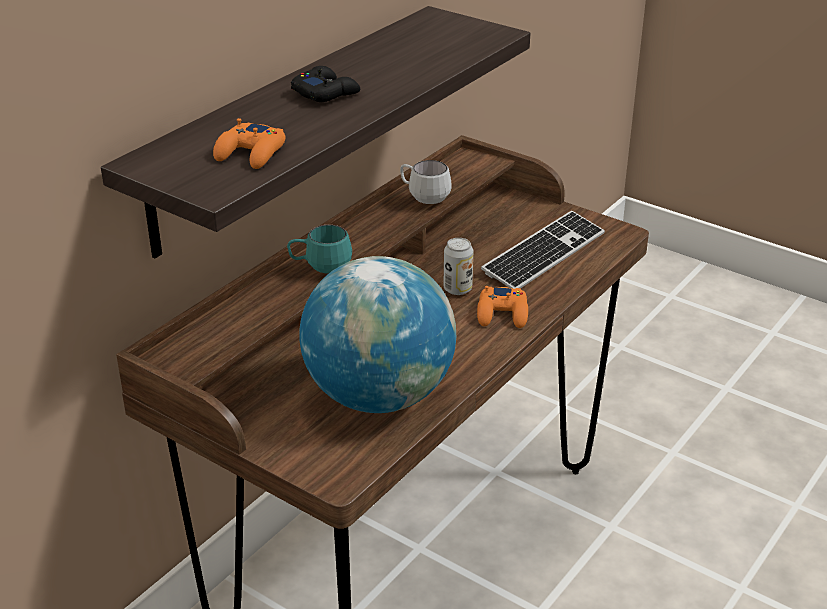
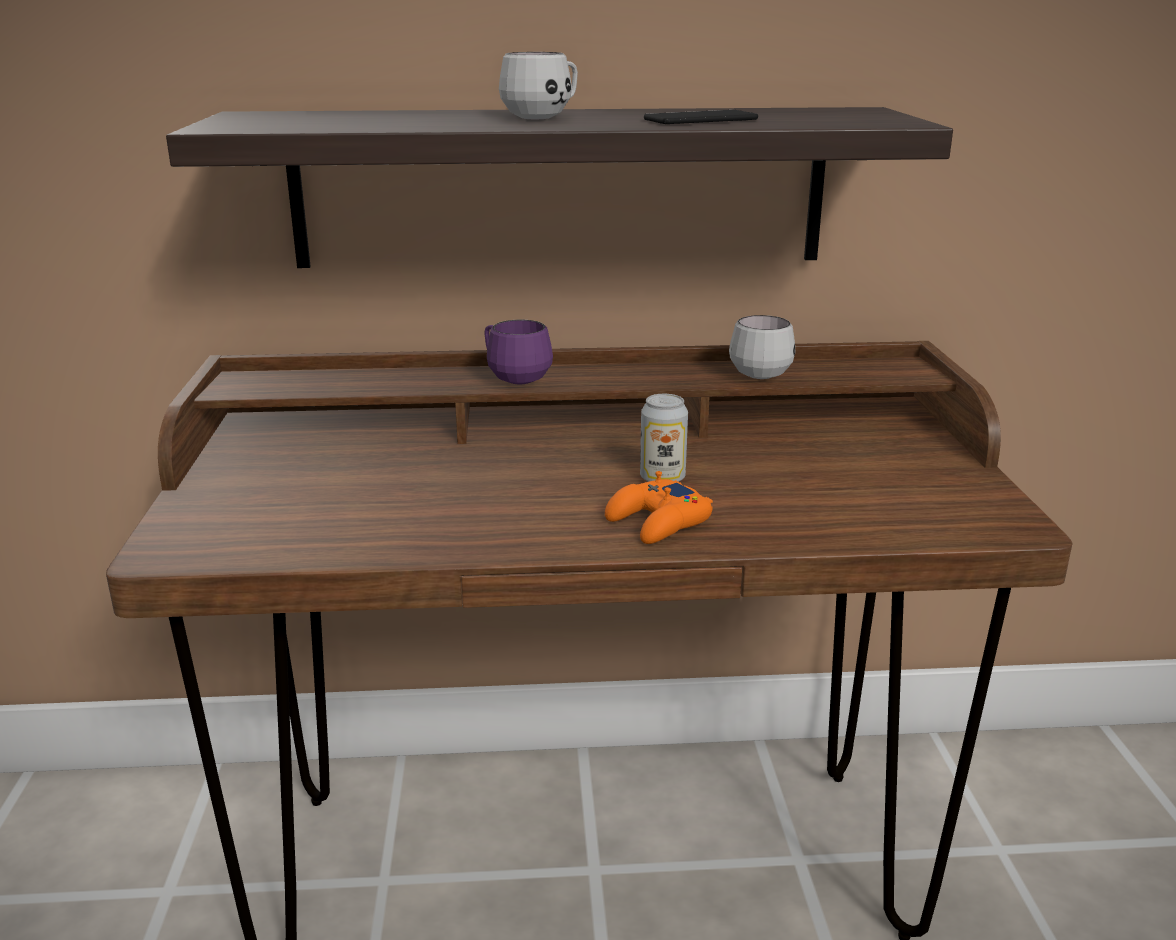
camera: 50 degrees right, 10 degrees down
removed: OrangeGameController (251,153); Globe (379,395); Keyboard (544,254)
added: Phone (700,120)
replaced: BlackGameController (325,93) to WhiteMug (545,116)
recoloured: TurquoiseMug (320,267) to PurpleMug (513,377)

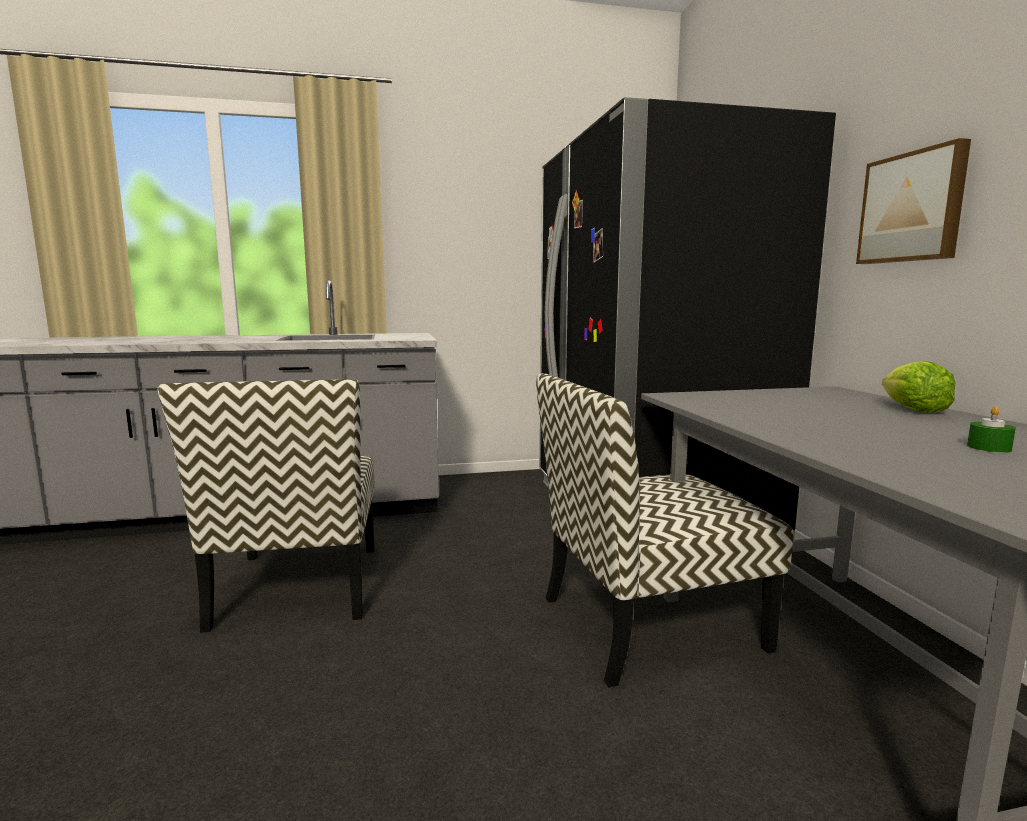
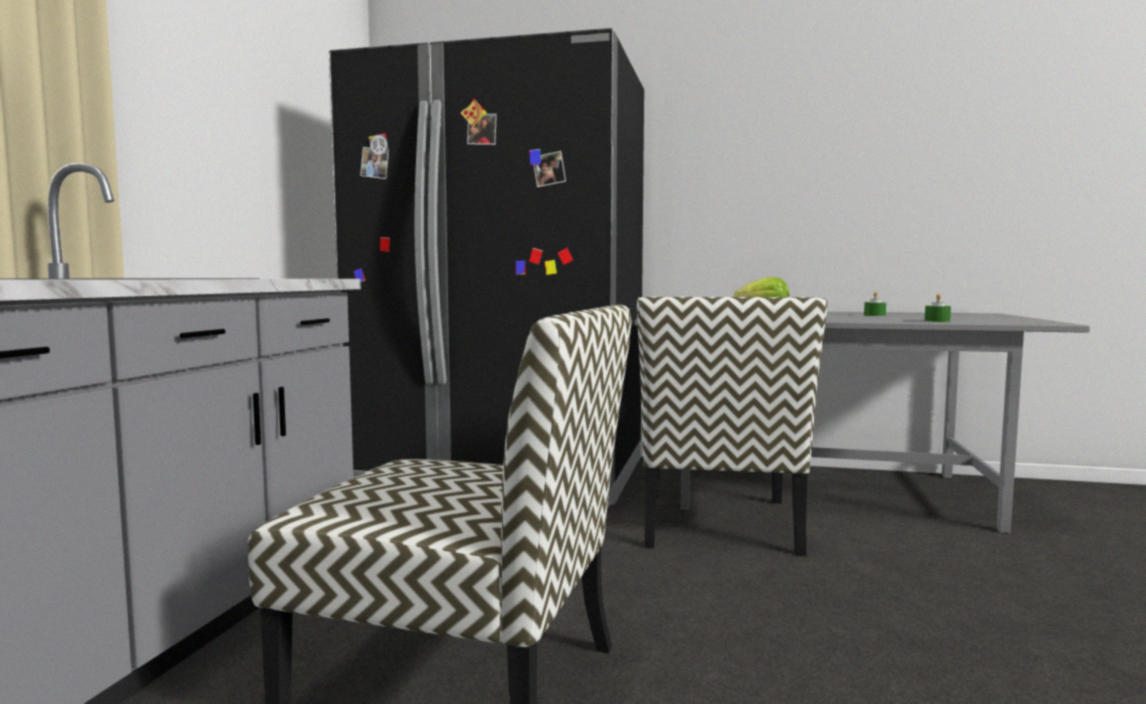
camera: 65 degrees left, 5 degrees down
removed: Picture (913,208)
added: GreenCandle (937,321)

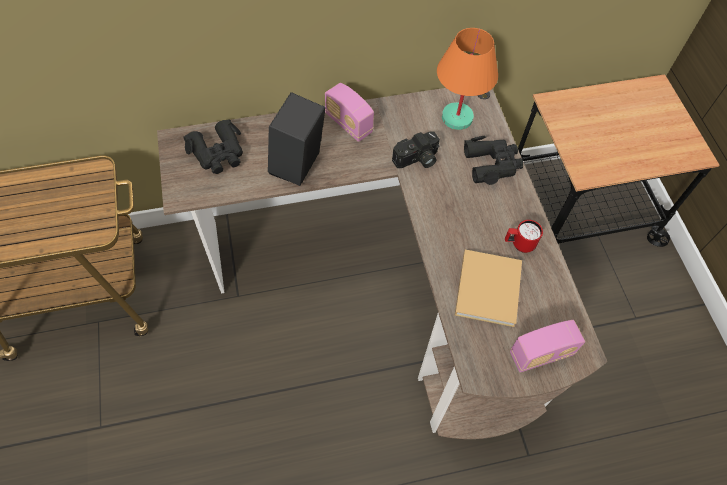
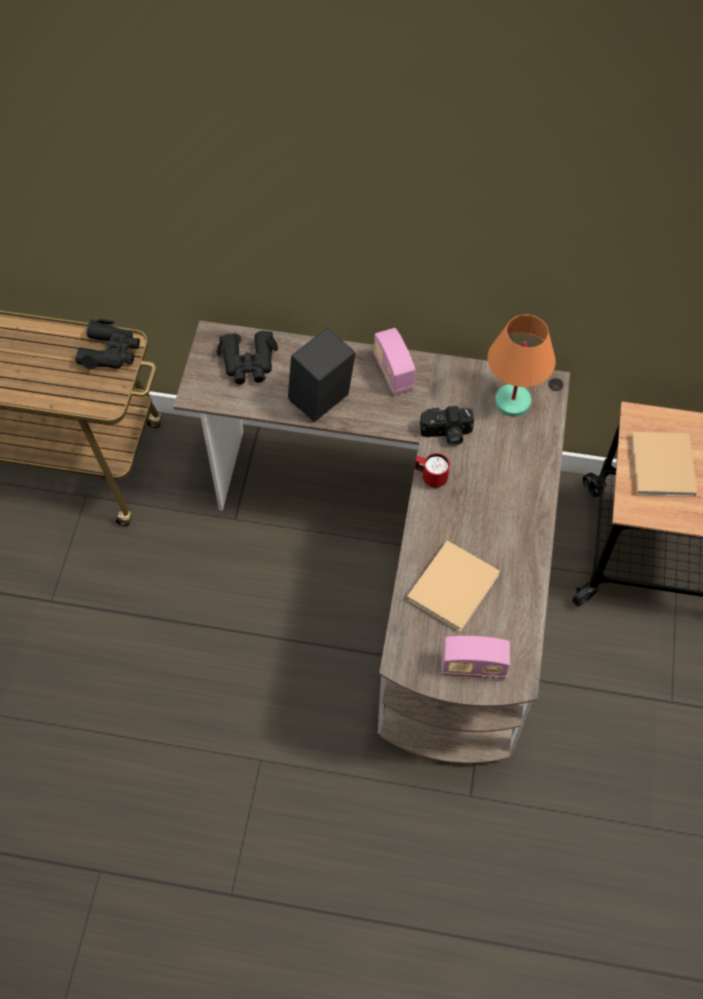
camera: 25 degrees right, 0 degrees up
added: BeigeBook (662,468)
moved: BlackBinoculars (492,164) to (110,351); RedMug (519,244) to (430,477)

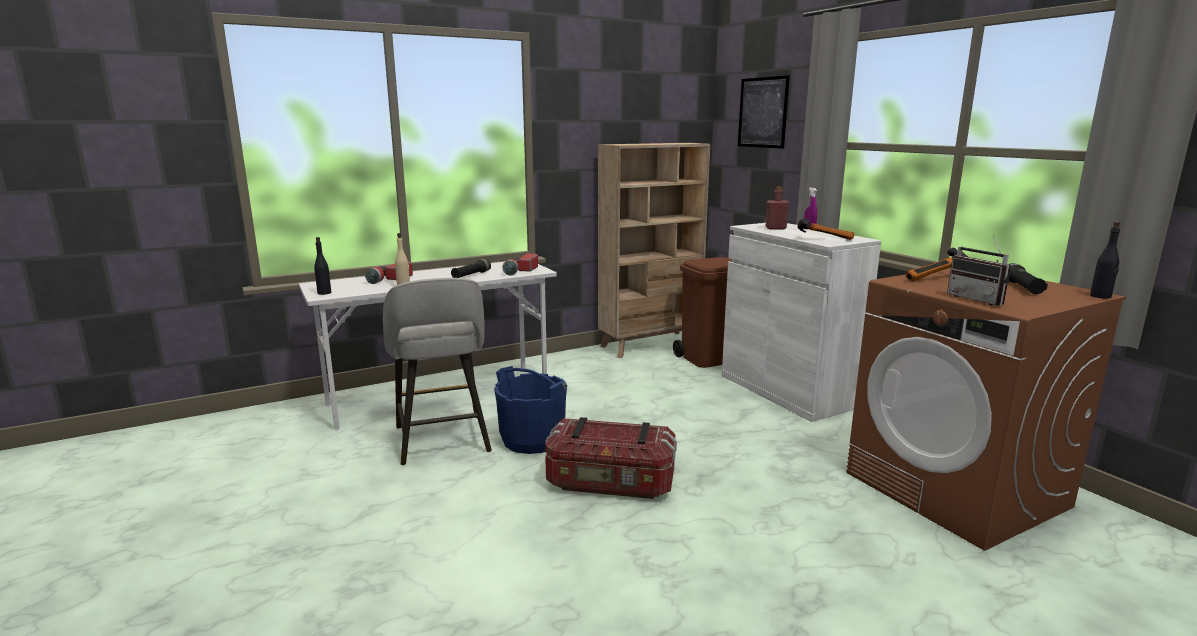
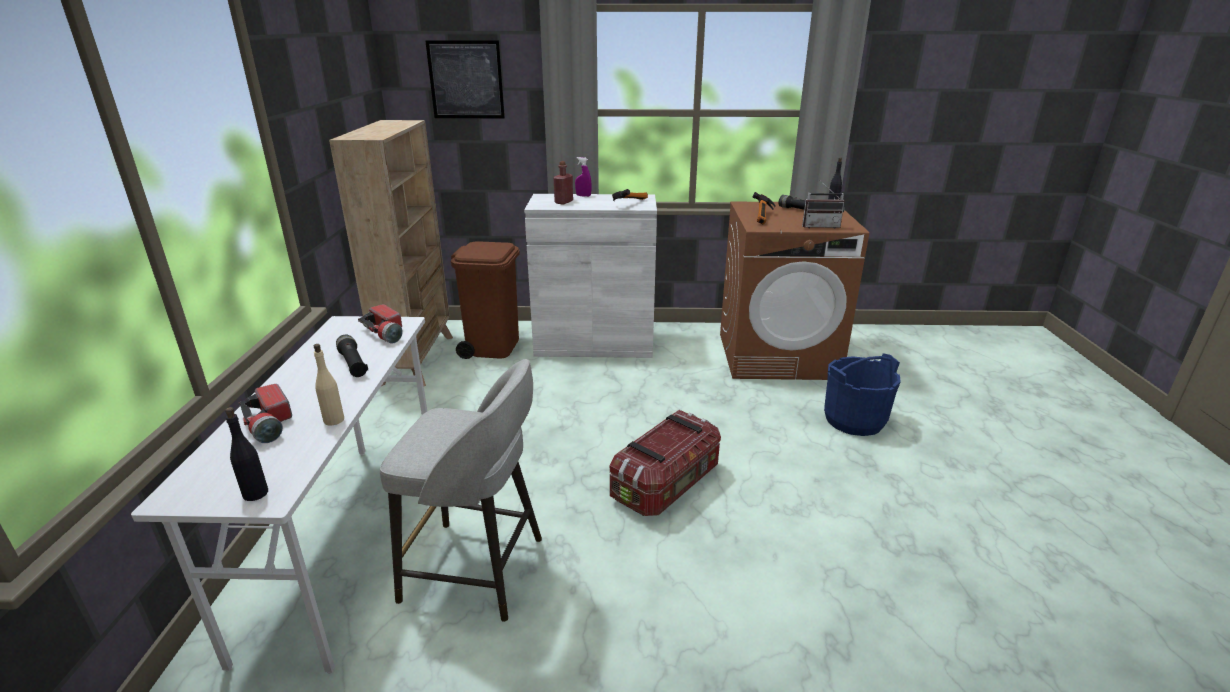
camera: 60 degrees left, 10 degrees up
moved: BlueBucket (532,439) to (854,420)

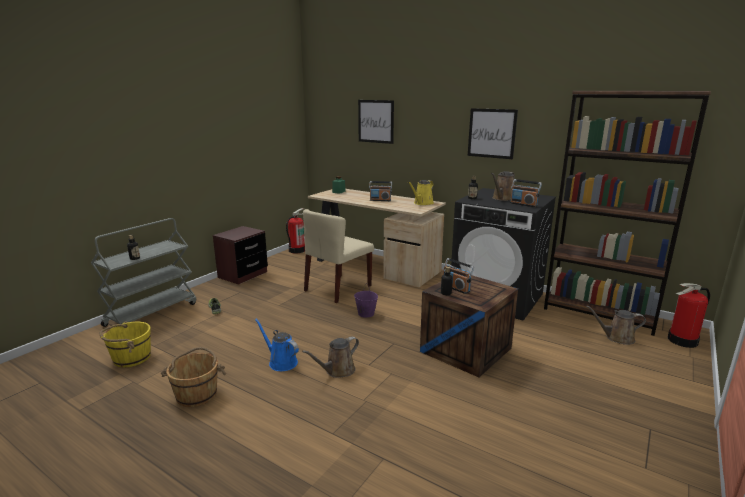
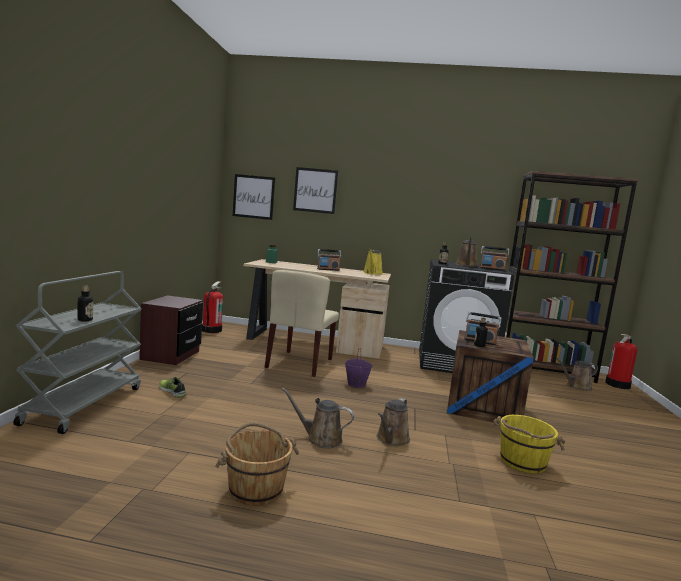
camera: 25 degrees left, 10 degrees down
moved: Picture (491,133) to (253,197); YellowBucket (131,358) to (522,462)
recoloured: BlueWateringCan (281,362) to BrownWateringCan (320,439)

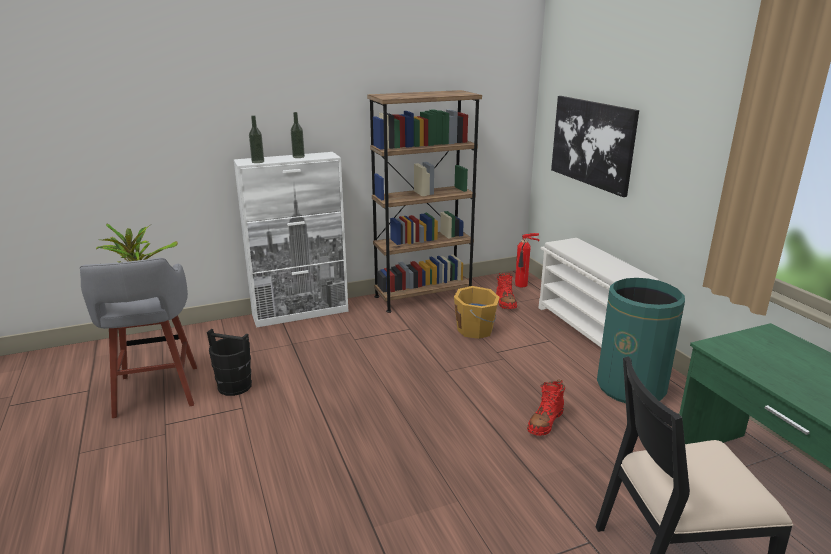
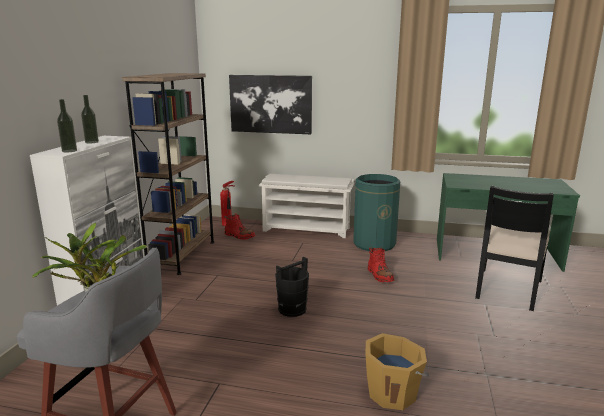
camera: 55 degrees left, 5 degrees down
moved: BlackBucket (234,386) to (292,309); OrangeBucket (476,330) to (392,392)

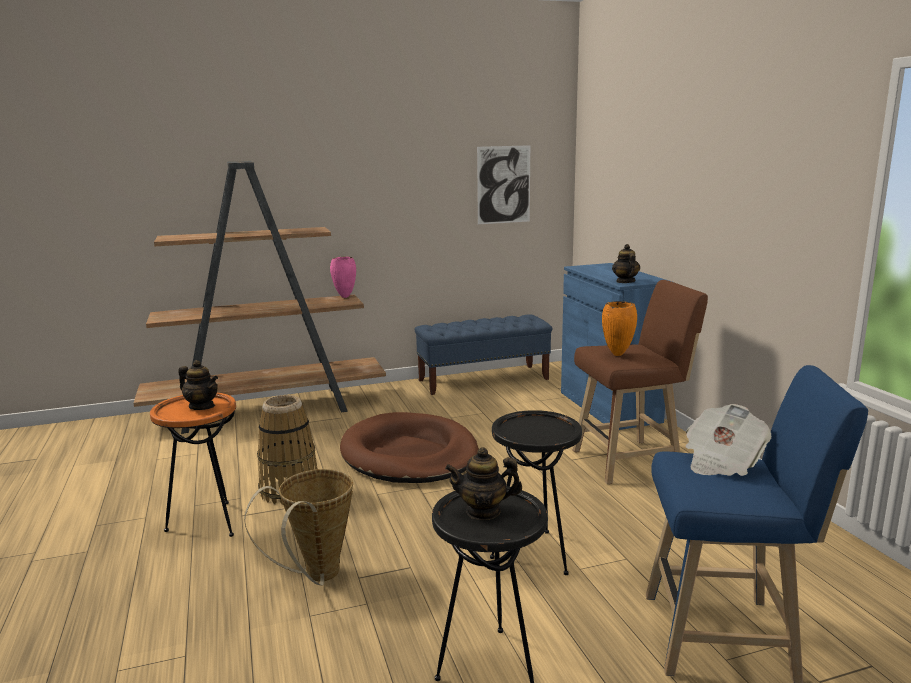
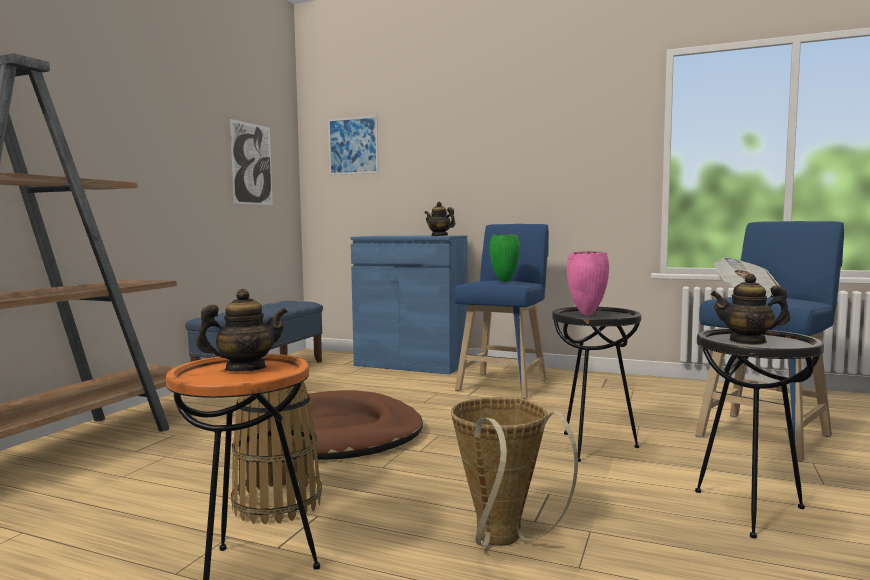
camera: 50 degrees left, 10 degrees down
added: Picture (353,146)
moved: PinkVase (344,297) to (586,314)
recoloured: BrownStool (631,461) to BlueStool (504,384); OrangeVase (617,355) to GreenVase (505,281)
turned: Teapot (483,511) = (748,341) 60 degrees clockwise

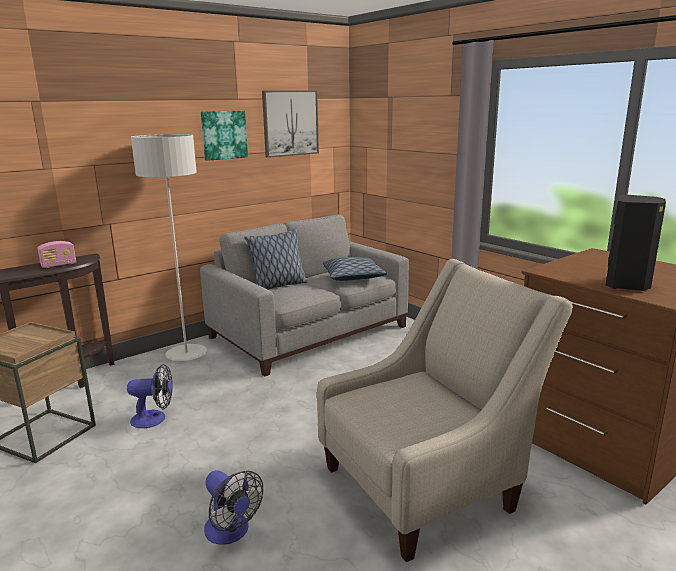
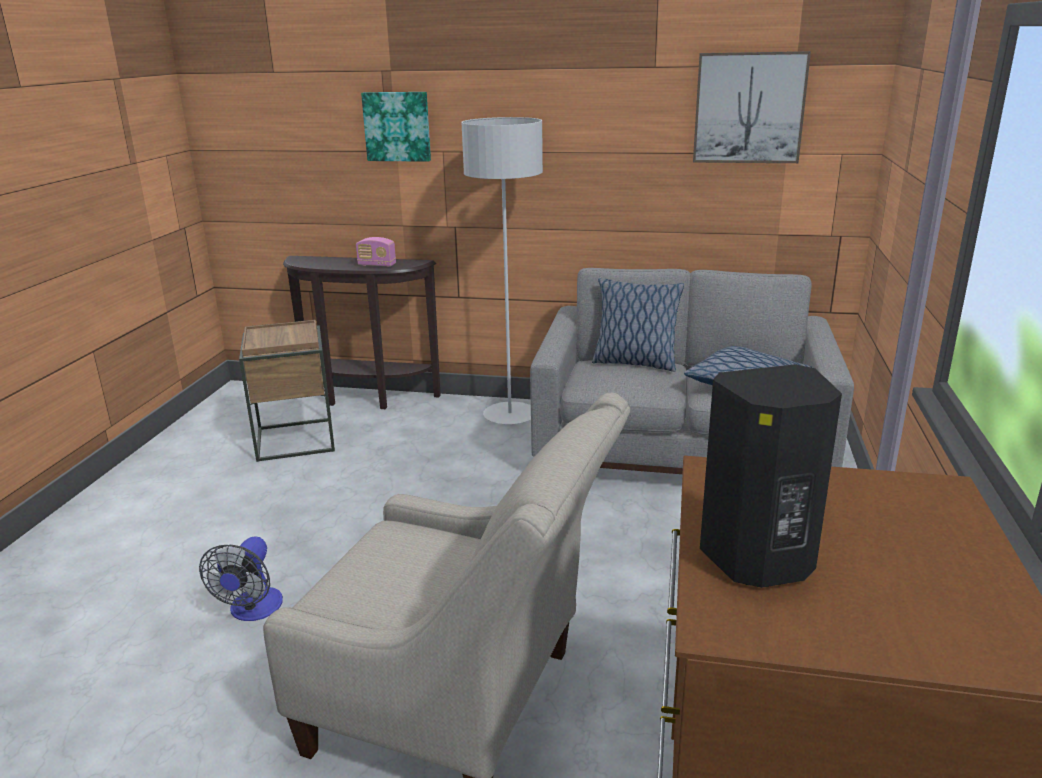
camera: 50 degrees right, 5 degrees up
removed: Fan (154,419)
moved: Picture (223,135) to (397,126)

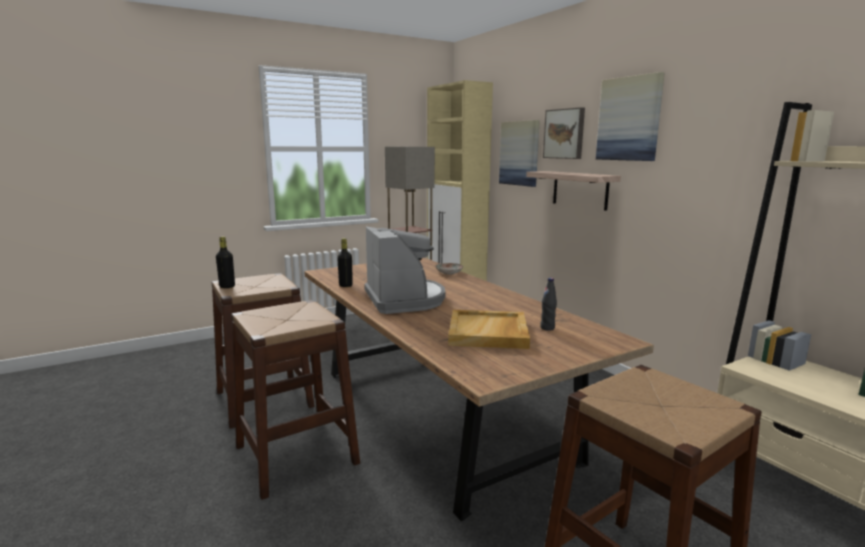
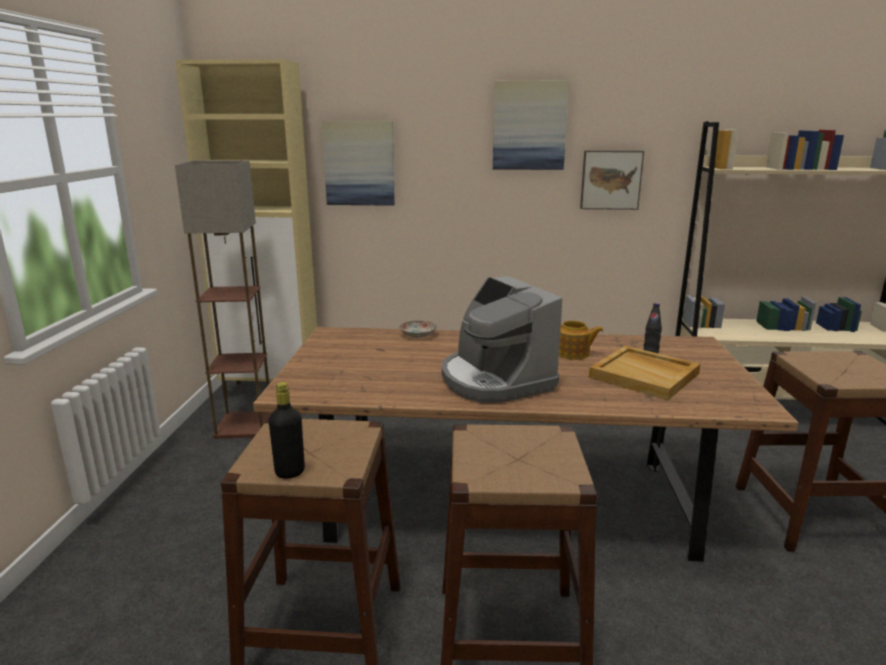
camera: 55 degrees left, 5 degrees up
removed: BlackBottle (345,285); Shelf (580,190)
added: Teapot (573,353)
moved: Picture (565,134) to (610,179)
turned: CoffeeMachine (405,299) = (495,380) 135 degrees counterclockwise

